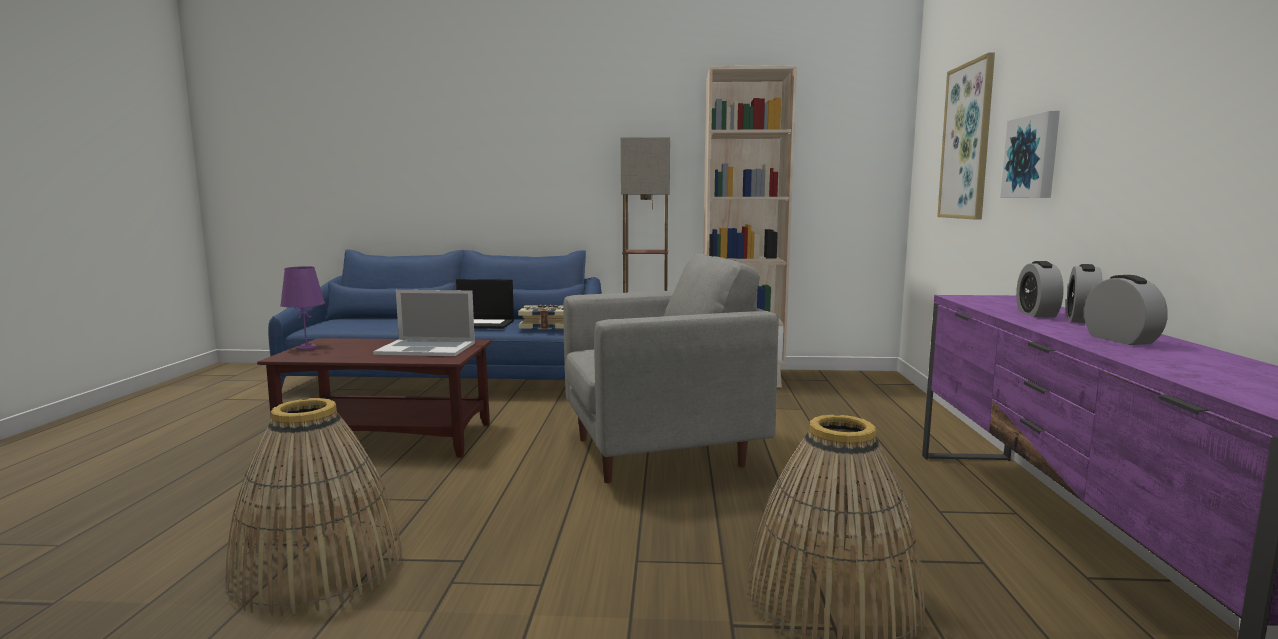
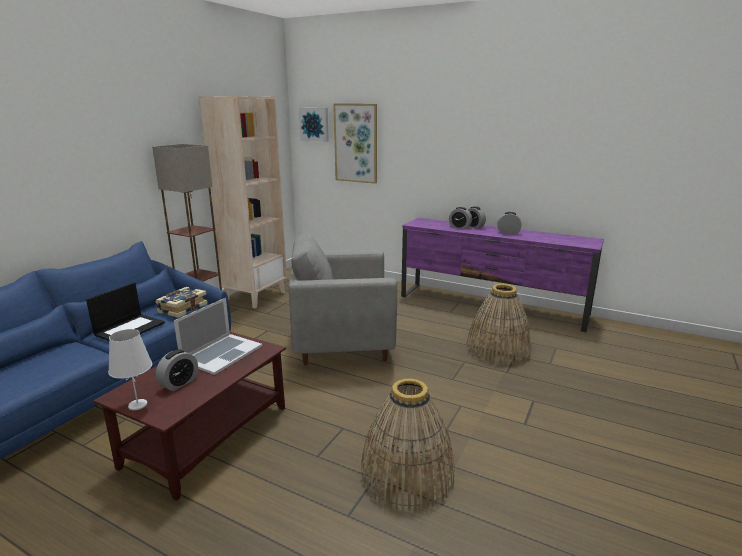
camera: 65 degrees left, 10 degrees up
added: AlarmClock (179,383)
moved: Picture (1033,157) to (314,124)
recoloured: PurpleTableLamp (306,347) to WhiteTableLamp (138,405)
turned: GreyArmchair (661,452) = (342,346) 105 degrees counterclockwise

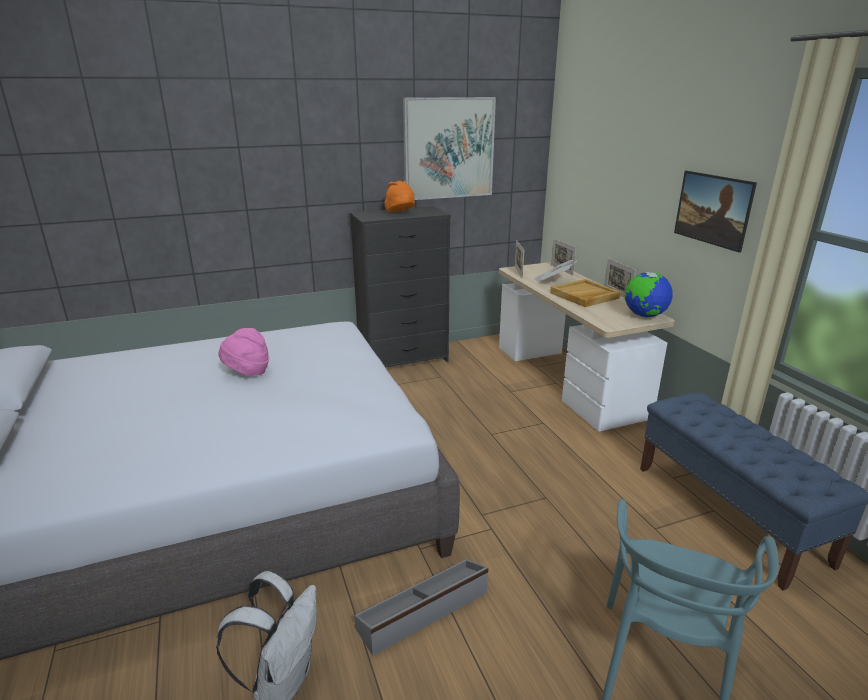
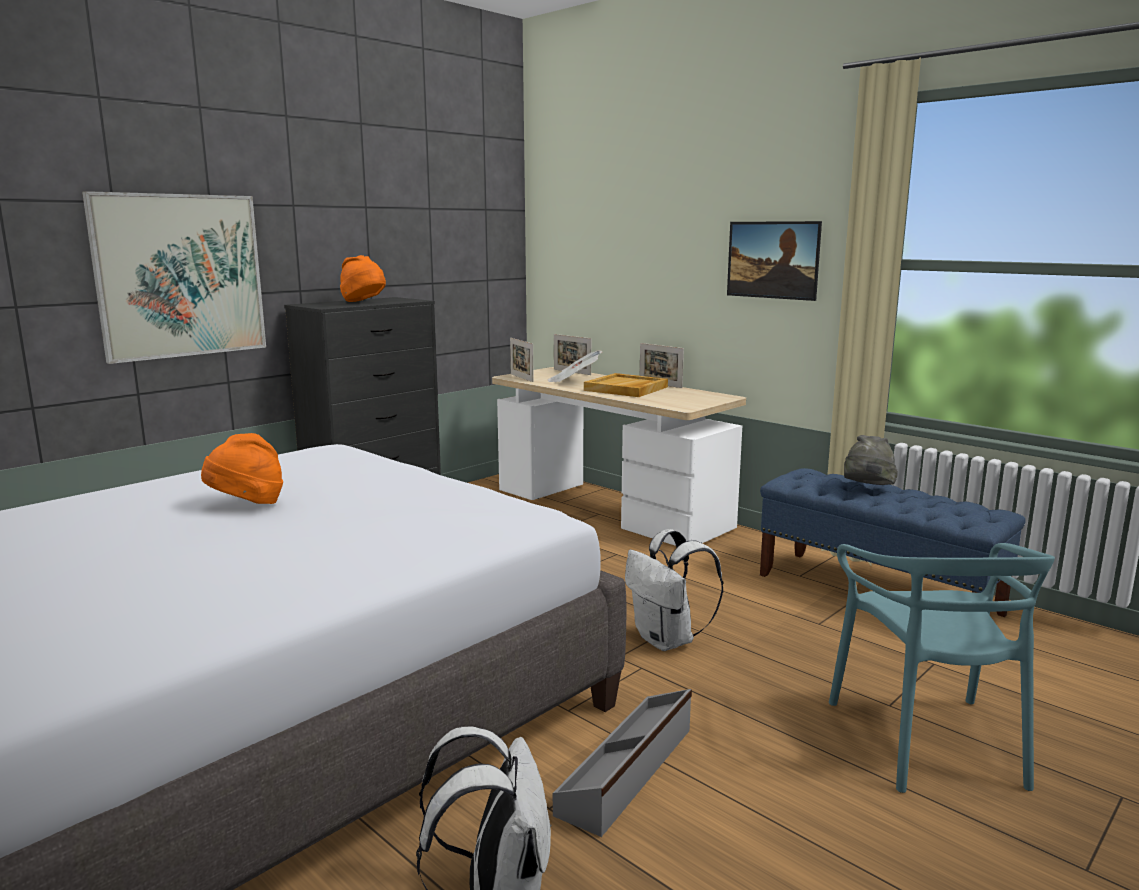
camera: 25 degrees left, 10 degrees down
removed: Globe (644,316)
added: WhiteBackpack (667,640); GreyHat (867,489)
moved: Picture (449,148) to (180,276)
recoloured: PinkHat (247,372) to OrangeHat (246,505)

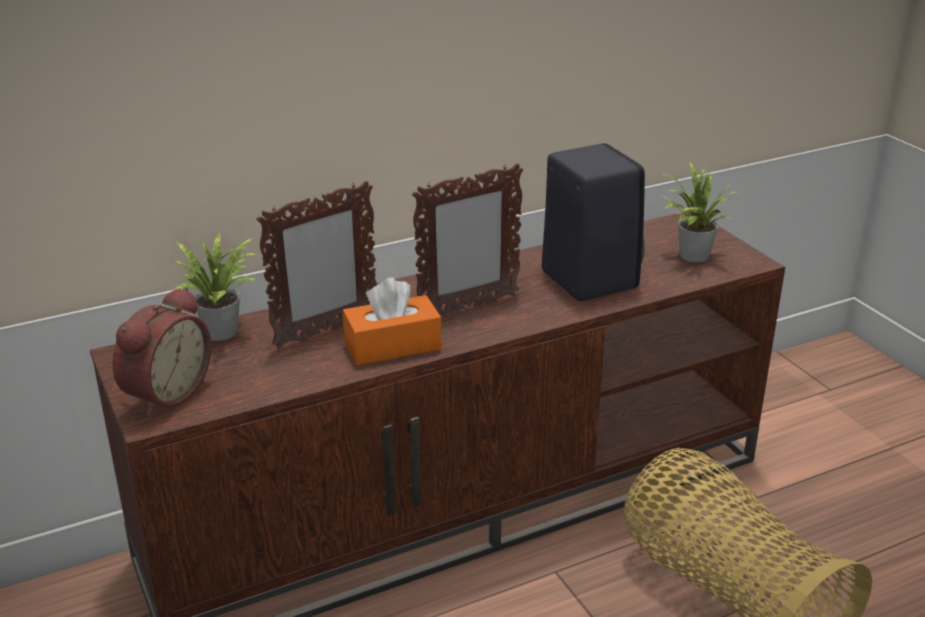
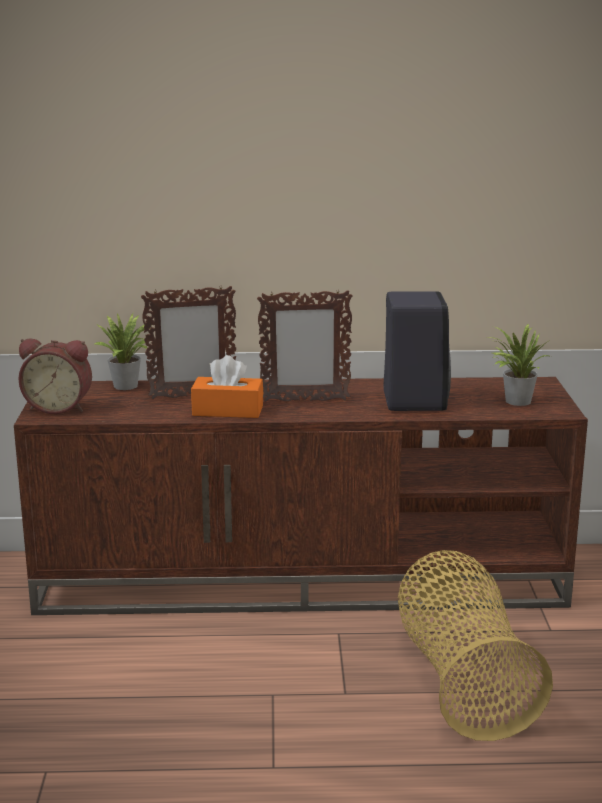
camera: 25 degrees right, 10 degrees down
turned: AlarmClock (164,393) = (59,407) 45 degrees clockwise

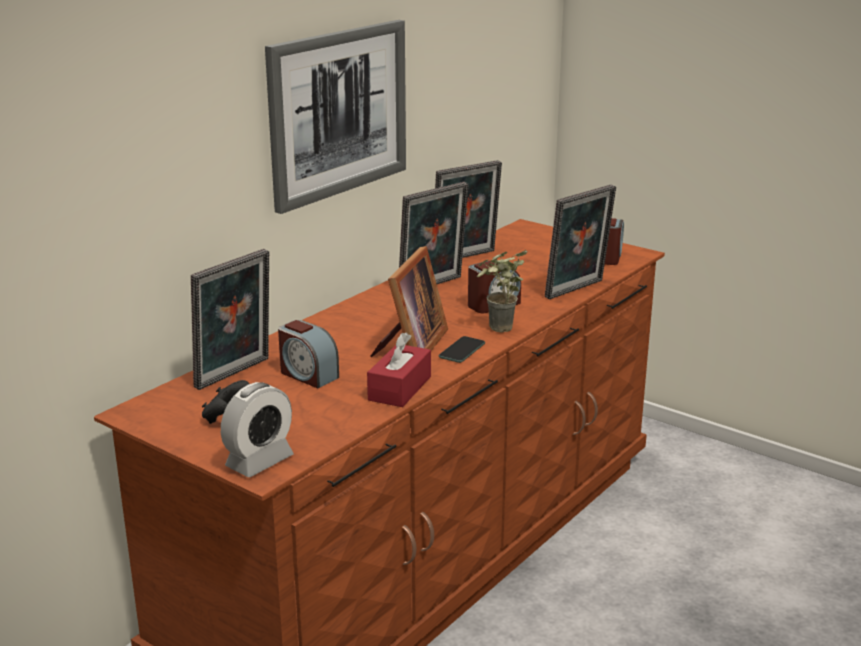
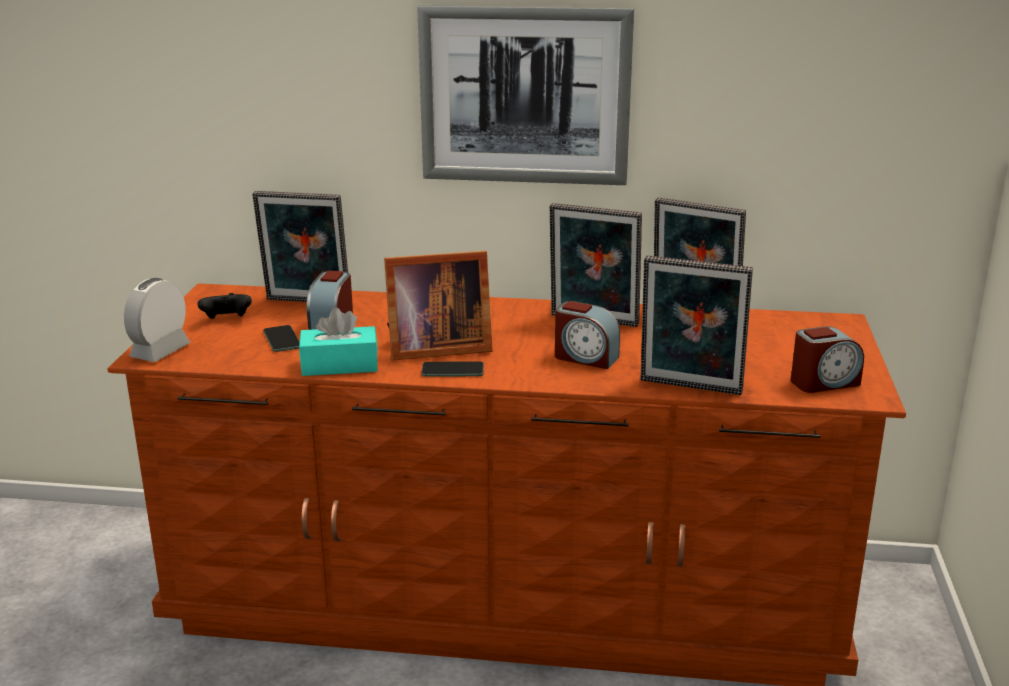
camera: 60 degrees right, 0 degrees up
removed: PottedPlant (498,331)
added: Phone (282,339)
recoloured: RedTissueBox (399,388) to TurquoiseTissueBox (339,365)
turned: AlarmClock (259,461) = (160,351) 105 degrees clockwise

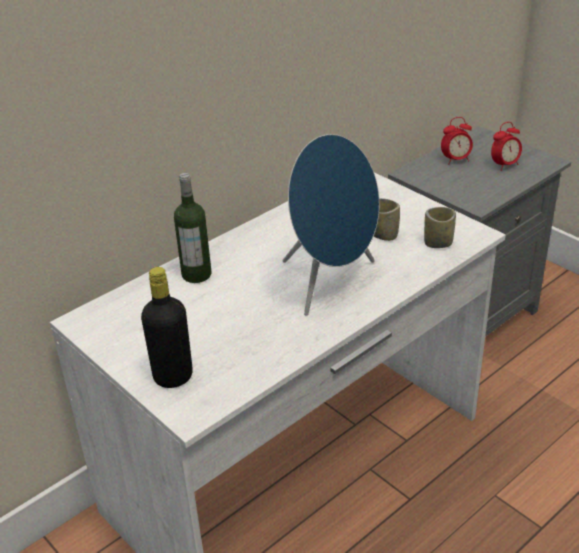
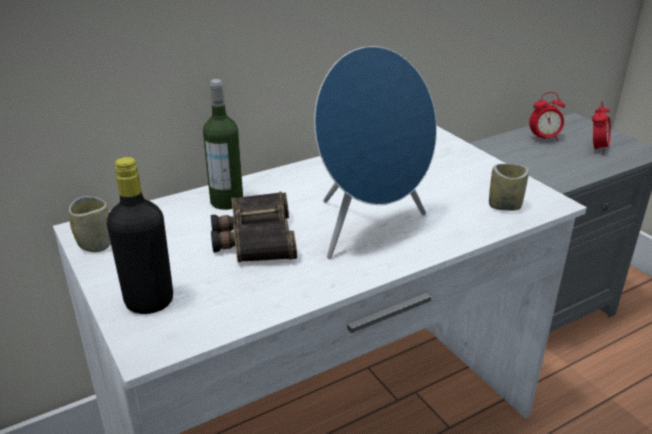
camera: 10 degrees right, 5 degrees down
added: Binoculars (254,238)
moved: Cup (384,234) to (95,244)
turned: AlarmClock (504,165) = (596,149) 45 degrees counterclockwise

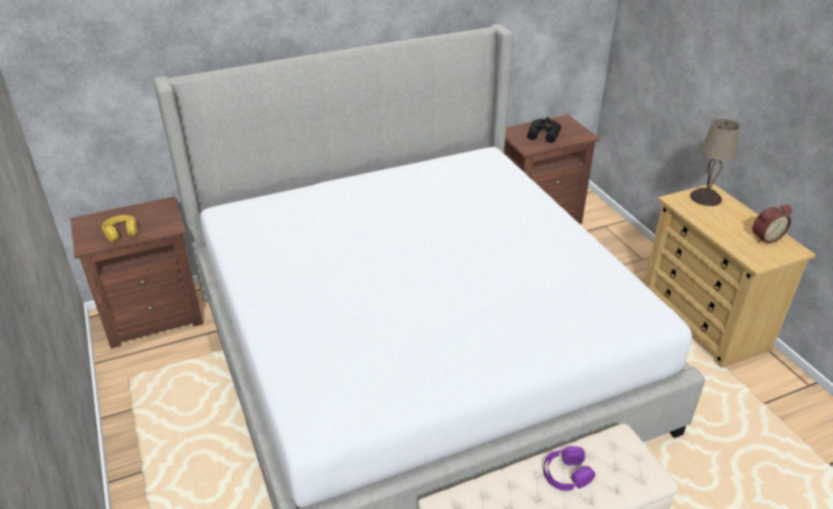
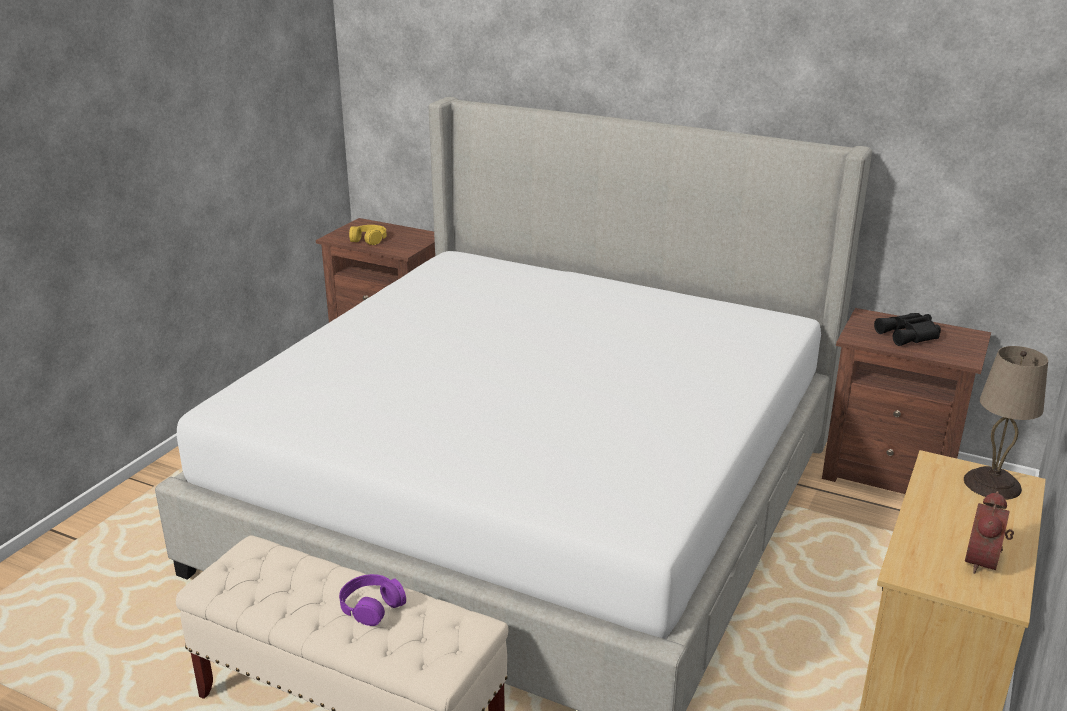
camera: 50 degrees right, 10 degrees down
turned: AlarmClock (765,237) = (985,562) 90 degrees clockwise

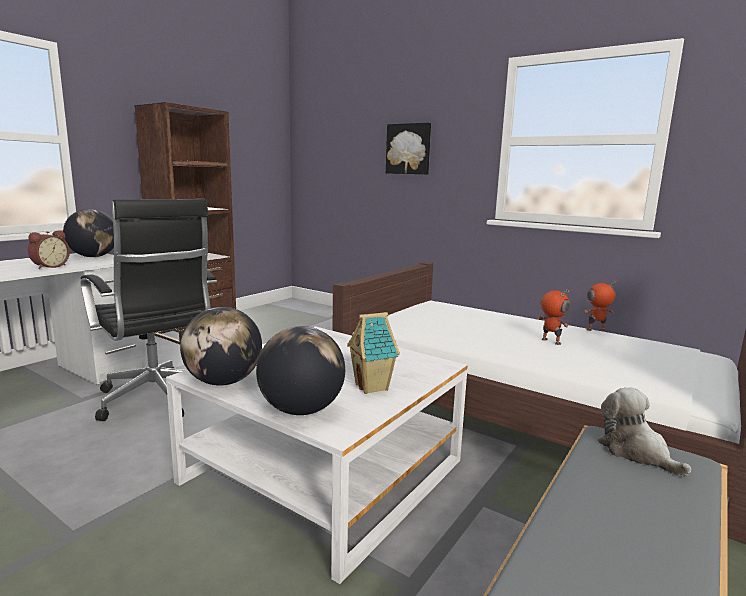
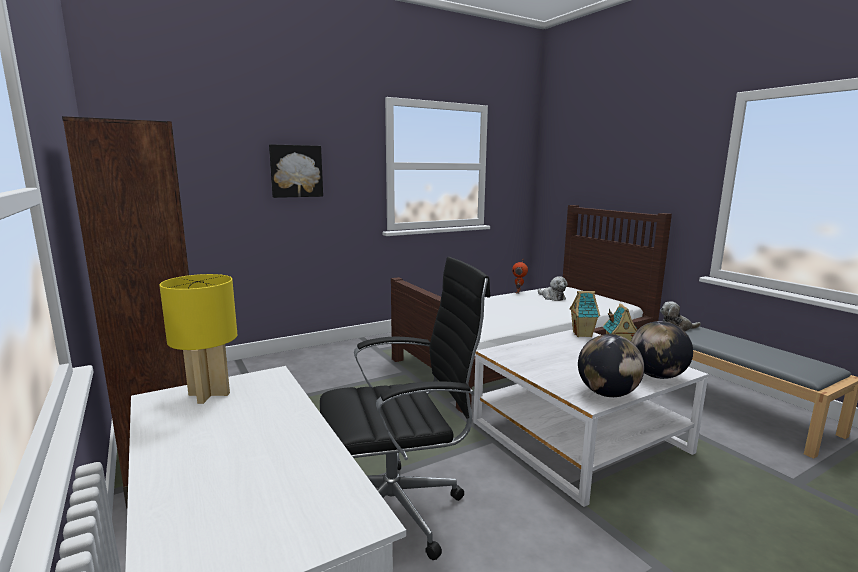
camera: 65 degrees left, 0 degrees up
removed: AlarmClock (49,266); ToyRobot (550,341)
added: PlushToy (552,297); ToyHouse (583,334)
replaced: Globe (94,257) to YellowTableLamp (209,394)

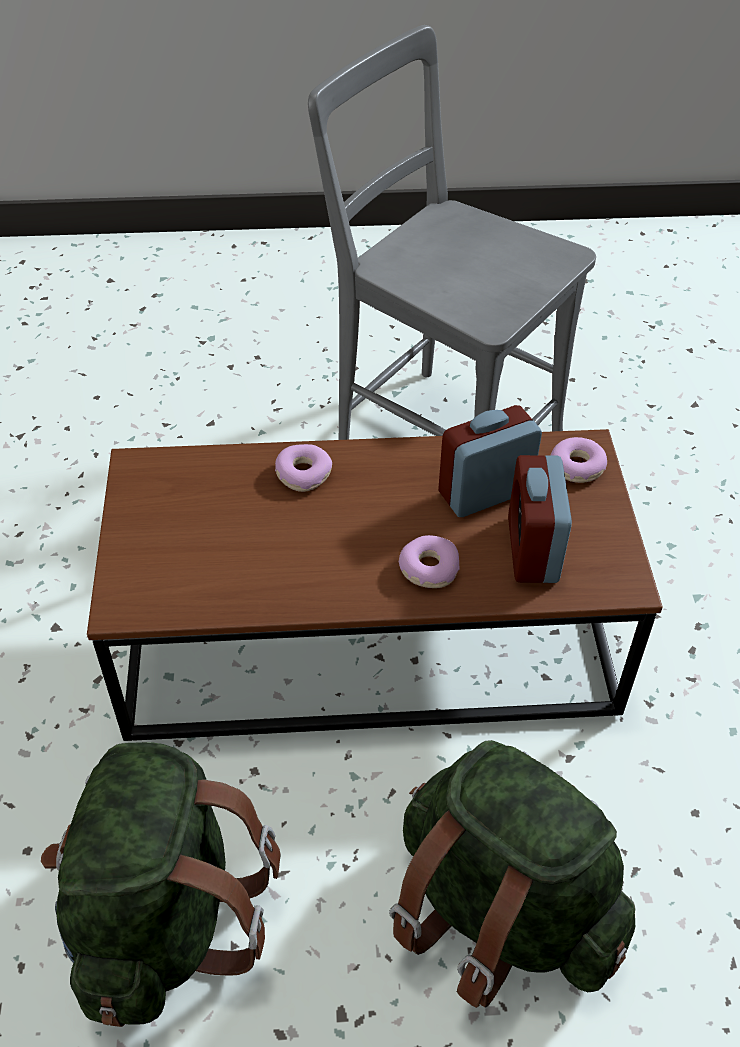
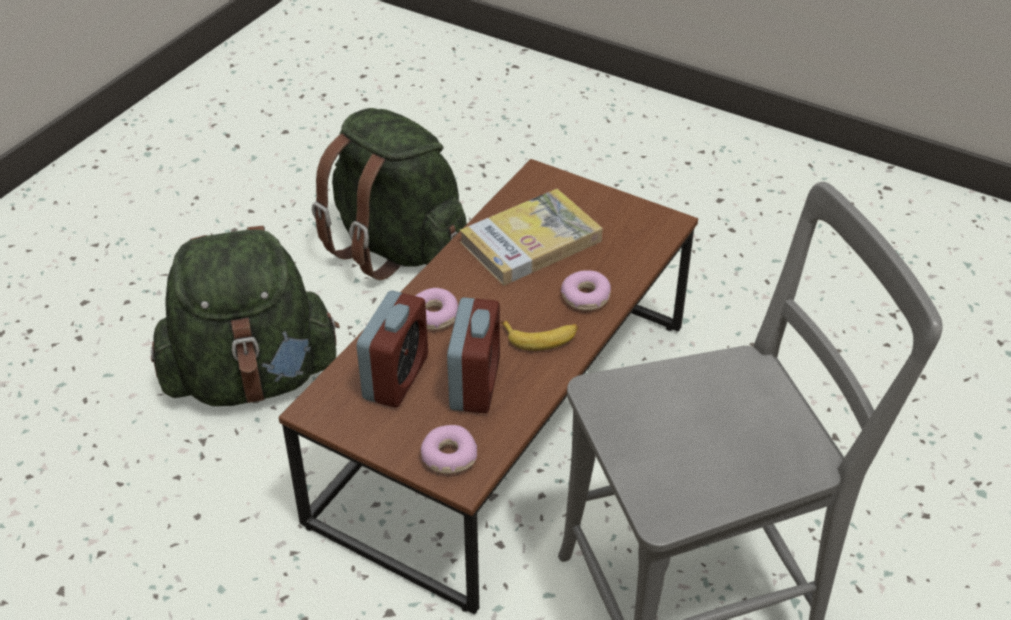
camera: 125 degrees right, 5 degrees down
added: Book (531,241); Banana (541,337)
turned: AlarmClock (532,550) = (396,377) 75 degrees clockwise

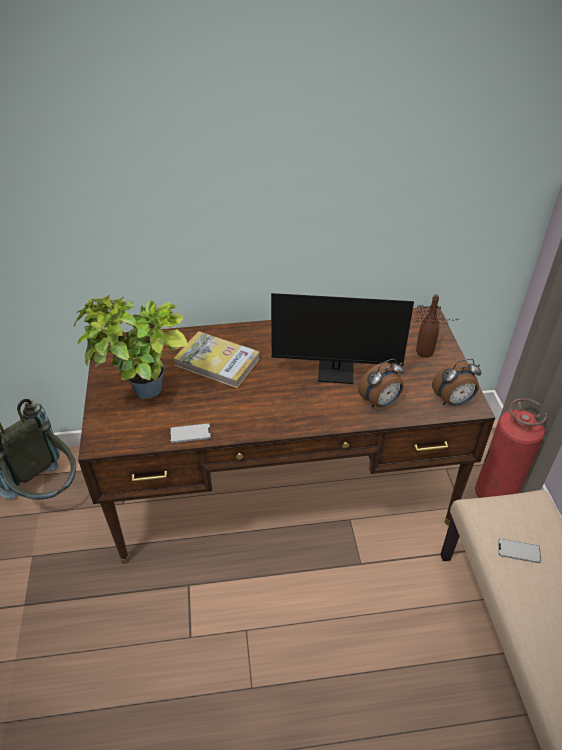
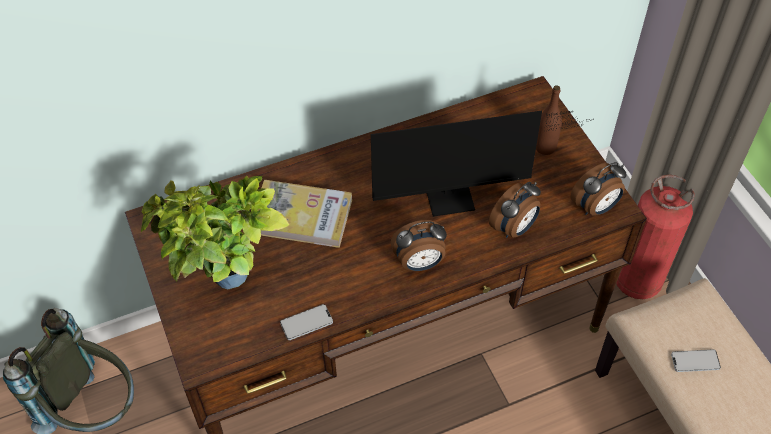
camera: 15 degrees left, 10 degrees up
added: AlarmClock (419,263)

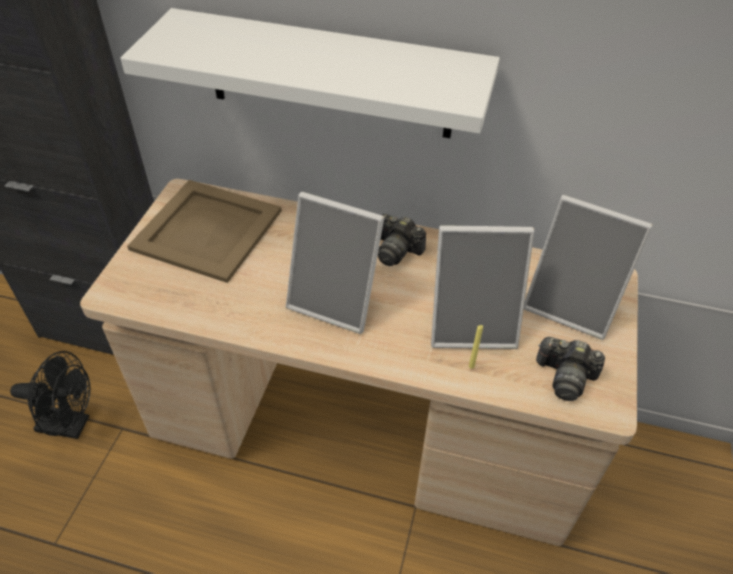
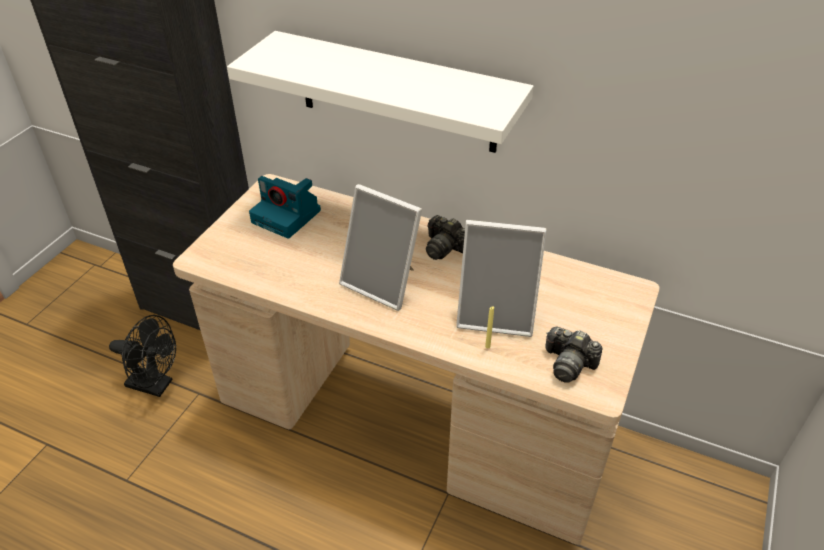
camera: 10 degrees right, 5 degrees down
removed: PictureFrame (571,305)
replaced: BeigeTray (208,229) to PhotoCamera (288,216)

